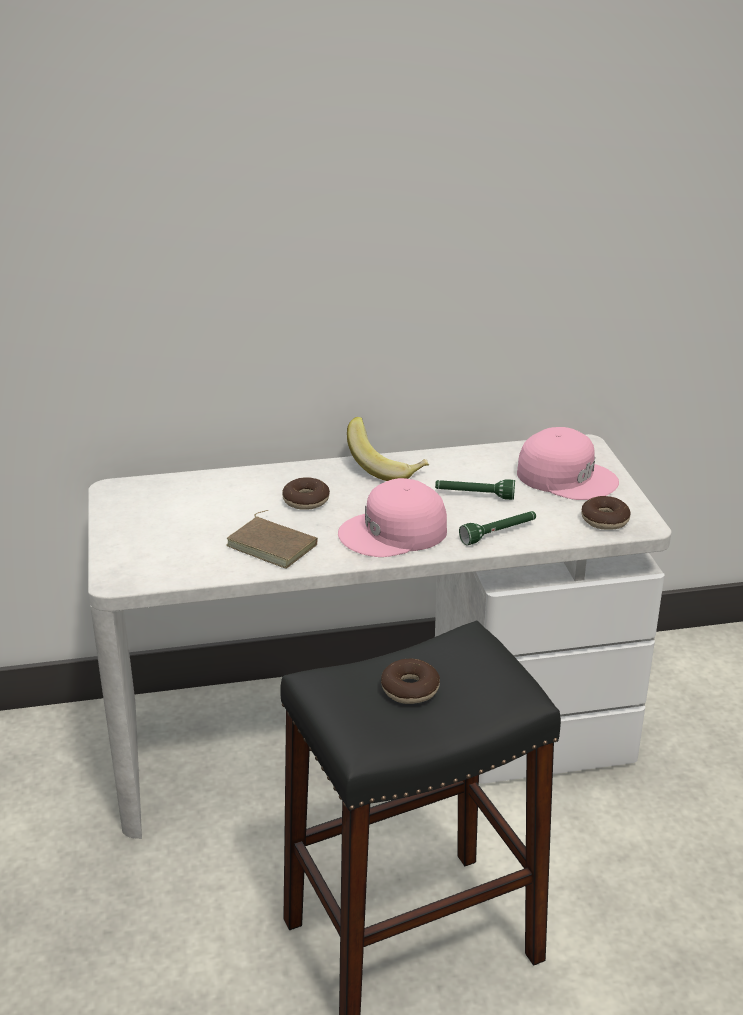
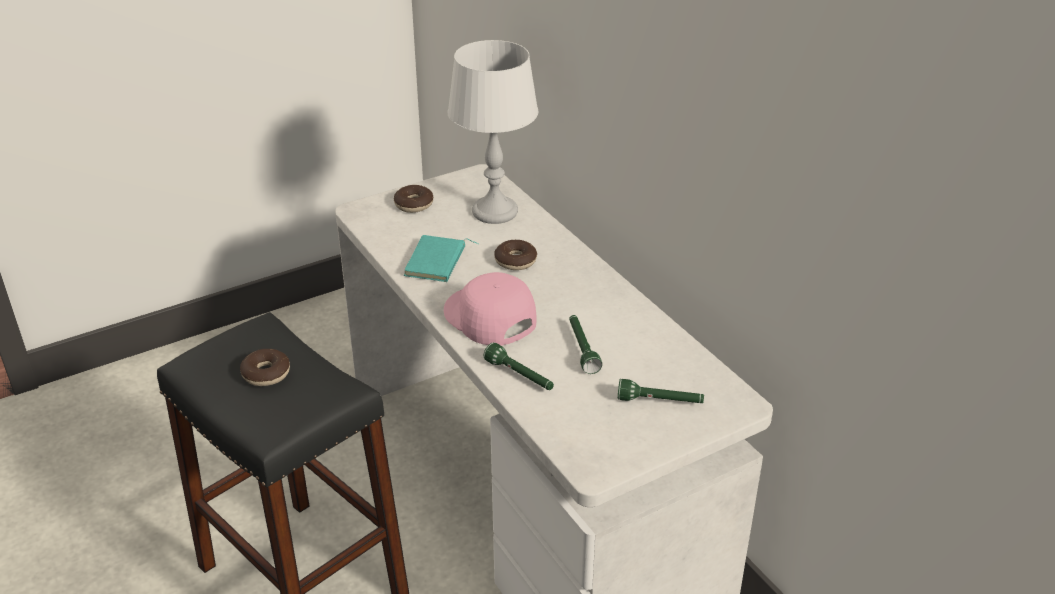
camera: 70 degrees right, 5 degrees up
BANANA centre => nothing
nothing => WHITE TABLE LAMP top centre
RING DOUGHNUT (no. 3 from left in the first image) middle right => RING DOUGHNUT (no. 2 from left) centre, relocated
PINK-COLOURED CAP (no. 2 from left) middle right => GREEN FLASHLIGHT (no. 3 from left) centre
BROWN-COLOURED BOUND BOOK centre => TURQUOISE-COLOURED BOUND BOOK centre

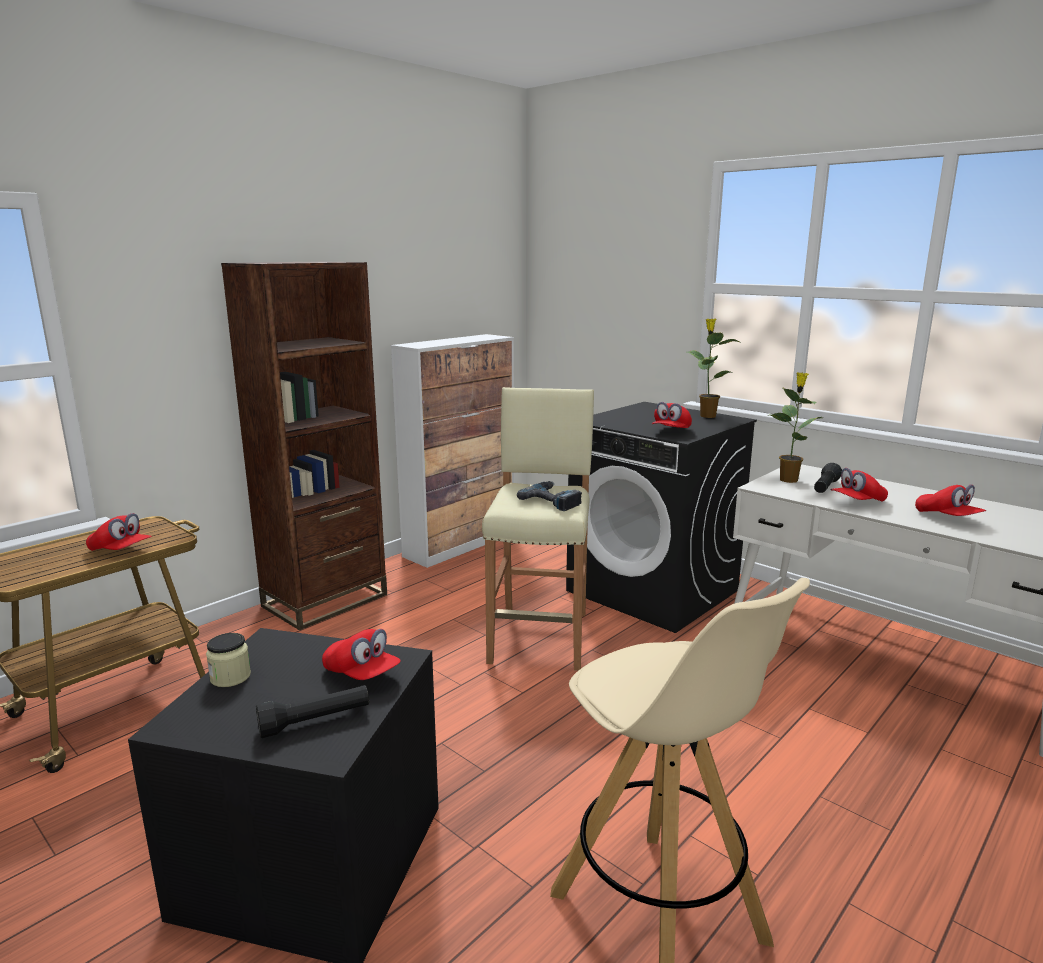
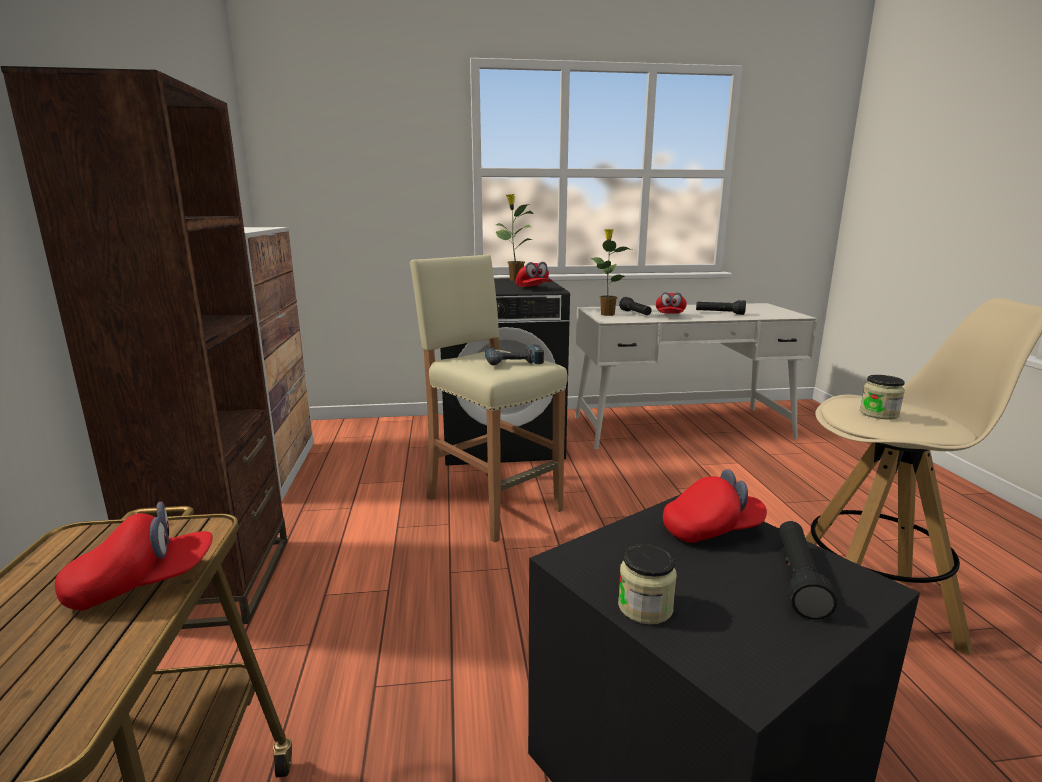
camera: 50 degrees left, 0 degrees up
nothing => STORAGE JAR (no. 2 from left) middle right
REDDISH CAP (no. 5 from left) middle right => BLACK FLASHLIGHT (no. 2 from left) middle right

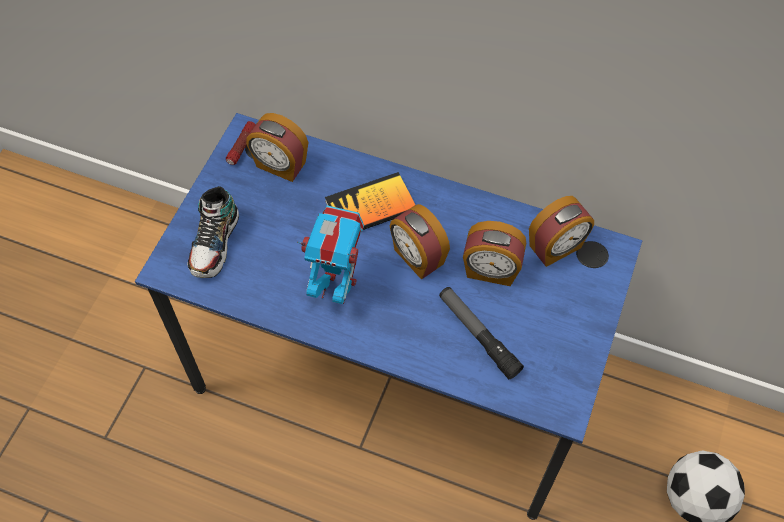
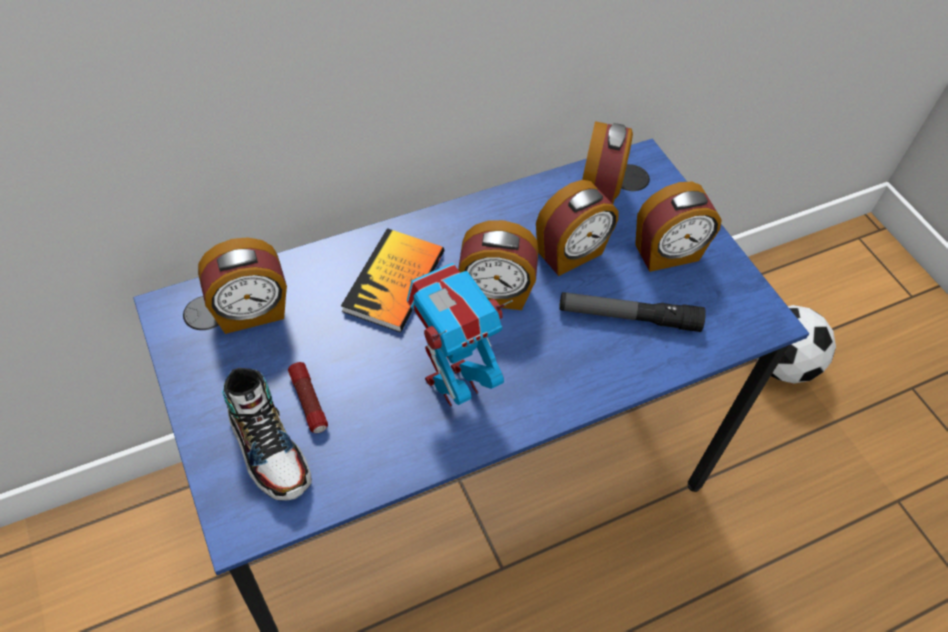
camera: 50 degrees left, 5 degrees down
nothing => ALARM CLOCK (no. 5 from left) middle right
FLASHLIGHT (no. 1 from left) top left => FLASHLIGHT (no. 1 from left) middle left, relocated

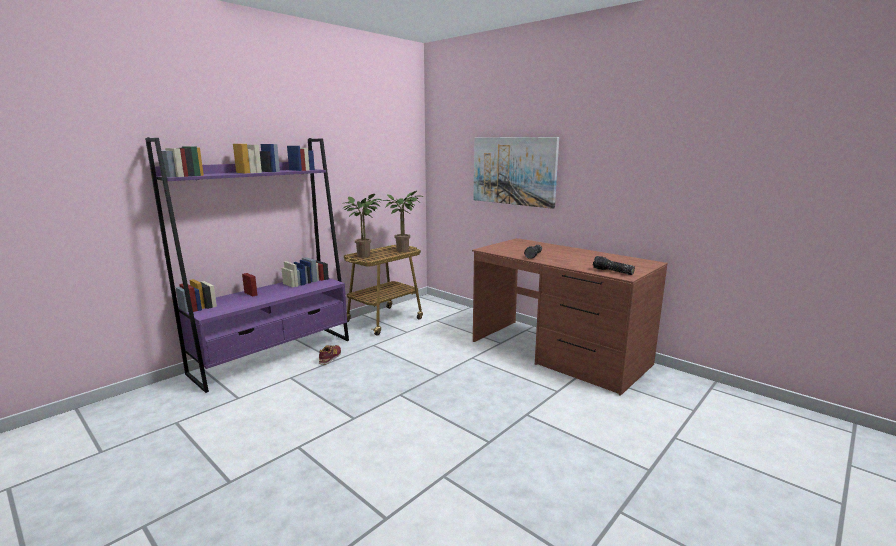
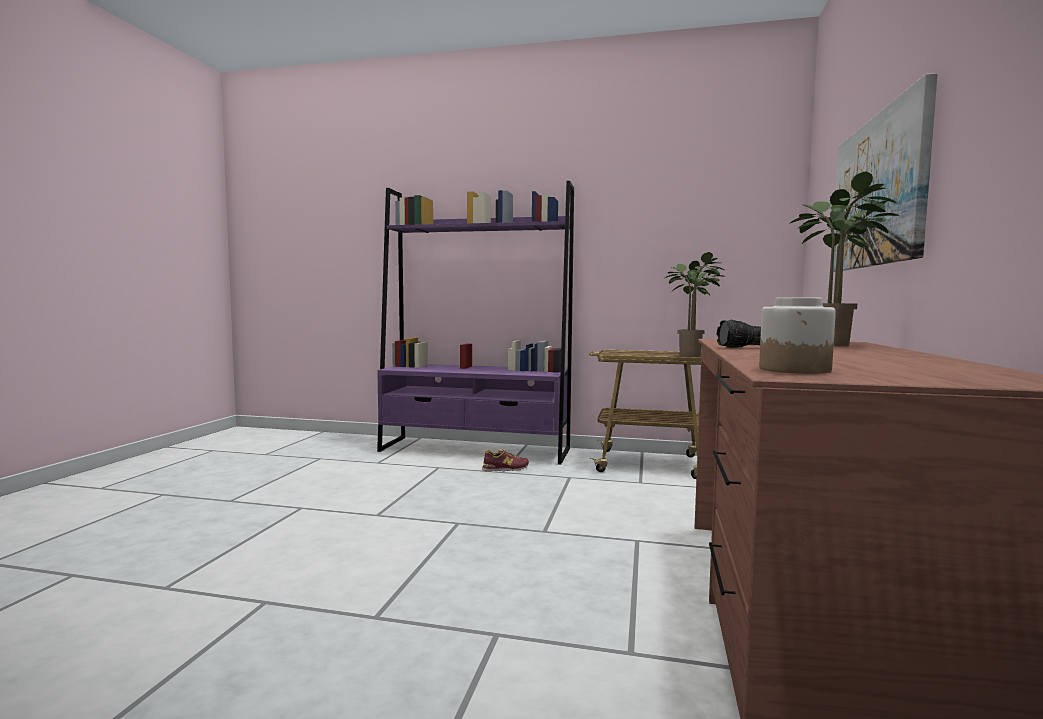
camera: 60 degrees right, 10 degrees down
HOUSEPLANT (no. 1 from left in the first image) centre => HOUSEPLANT (no. 2 from left) middle right, relocated
FLASHLIGHT (no. 2 from left) middle right => STORAGE JAR middle right

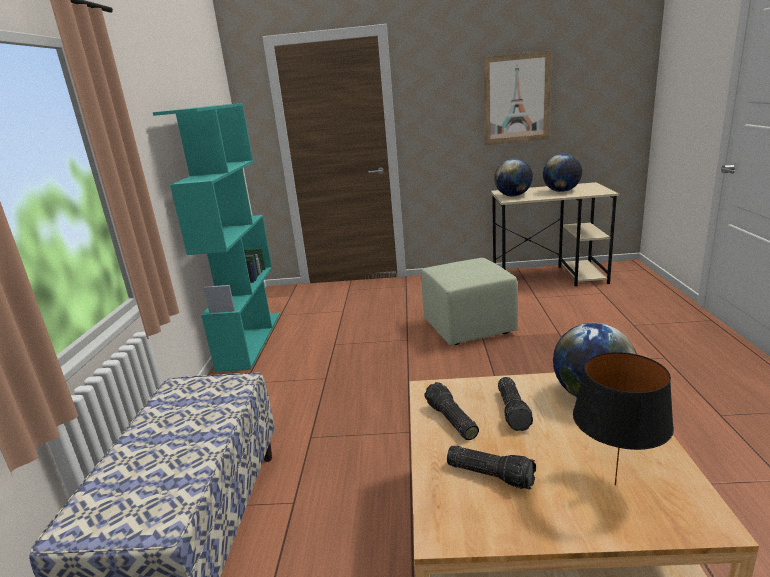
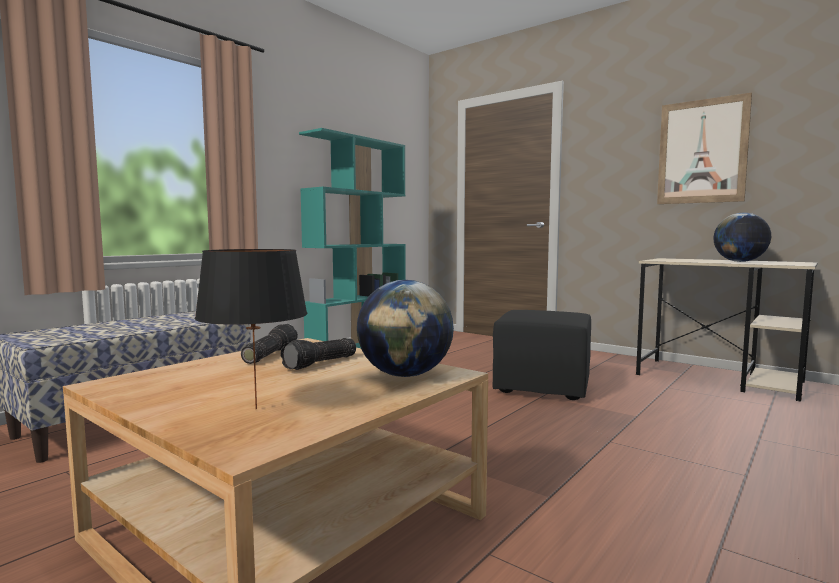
camera: 35 degrees right, 15 degrees down
FLASHLIGHT (no. 2 from left) bottom centre => nothing
GLOBE (no. 1 from left) top centre => nothing
GREEN POUFFE centre => BLACK POUFFE centre

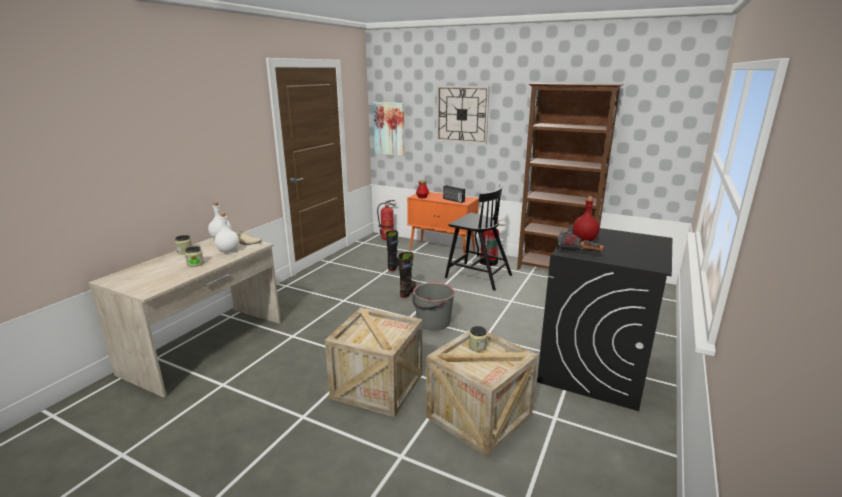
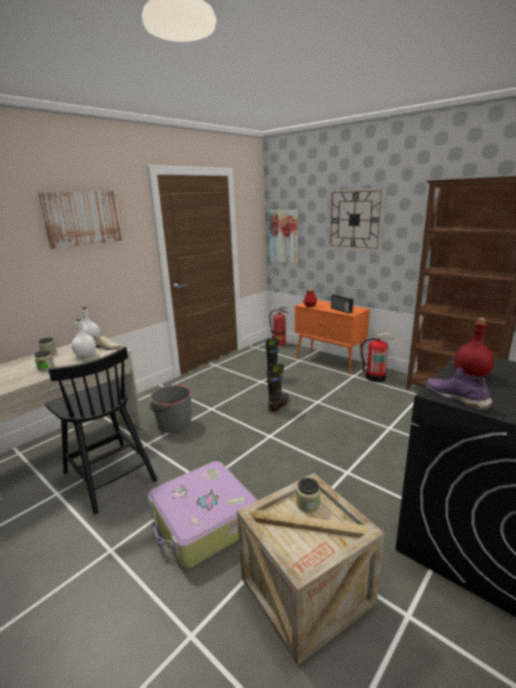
camera: 15 degrees right, 0 degrees up
nothing => PICTURE (no. 1 from left) top left
GREYISH WATER BUCKET centre => GREYISH WATER BUCKET middle left, relocated
BLACK PLAIN CHAIR centre => BLACK PLAIN CHAIR middle left, relocated
PACKING CRATE (no. 1 from left) bottom centre => PIECE OF LUGGAGE bottom centre
FLASHLIGHT middle right => PURPLISH ITEM OF FOOTWEAR middle right

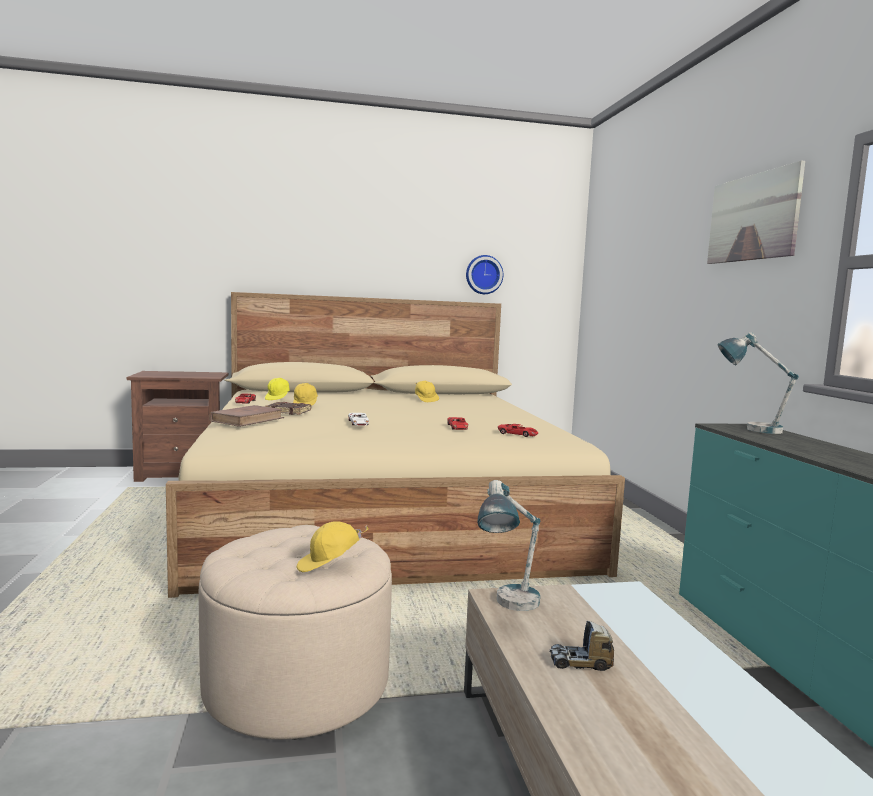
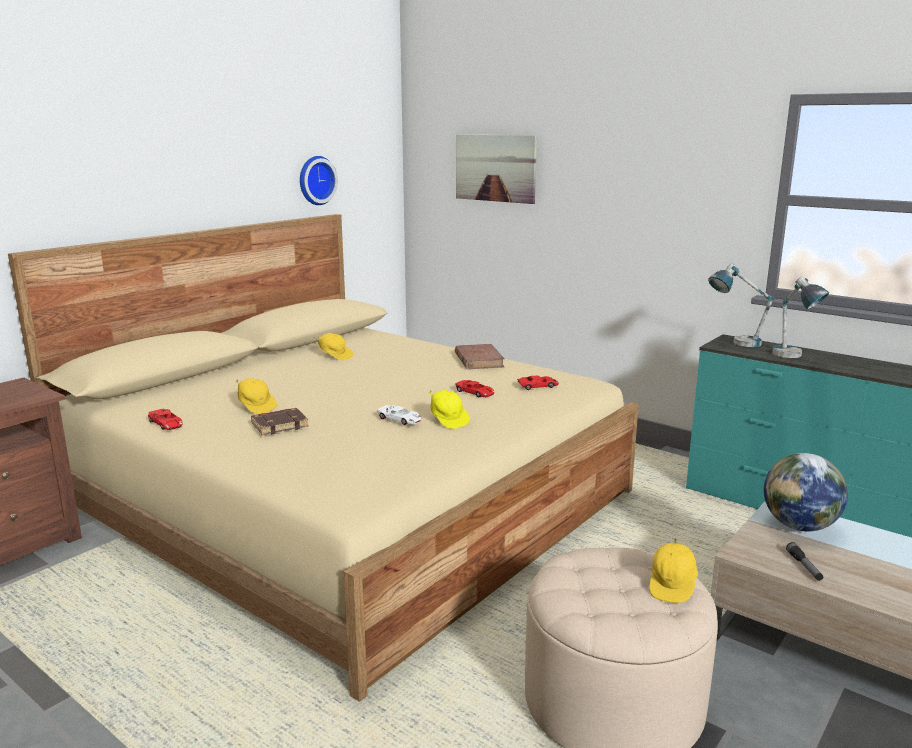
camera: 40 degrees left, 10 degrees up
TOY TRUCK bottom right => nothing
nothing => GLOBE middle right
nothing => FLASHLIGHT bottom right
BROWN-COLOURED BOUND BOOK (no. 1 from left in the first image) middle left => BROWN-COLOURED BOUND BOOK (no. 2 from left) centre, relocated
YELLOWISH CAP (no. 1 from left in the first image) middle left => YELLOWISH CAP (no. 3 from left) centre, relocated
TABLE LAMP (no. 1 from left in the first image) bottom centre => TABLE LAMP (no. 2 from left) middle right, relocated
PICTURE top right => PICTURE top centre, relocated

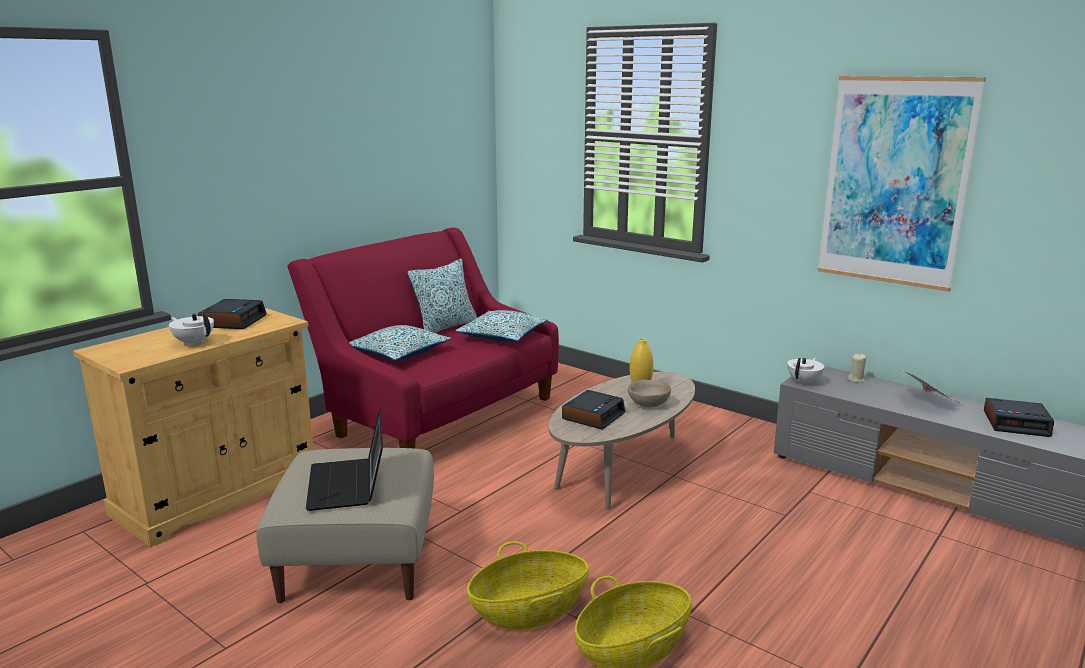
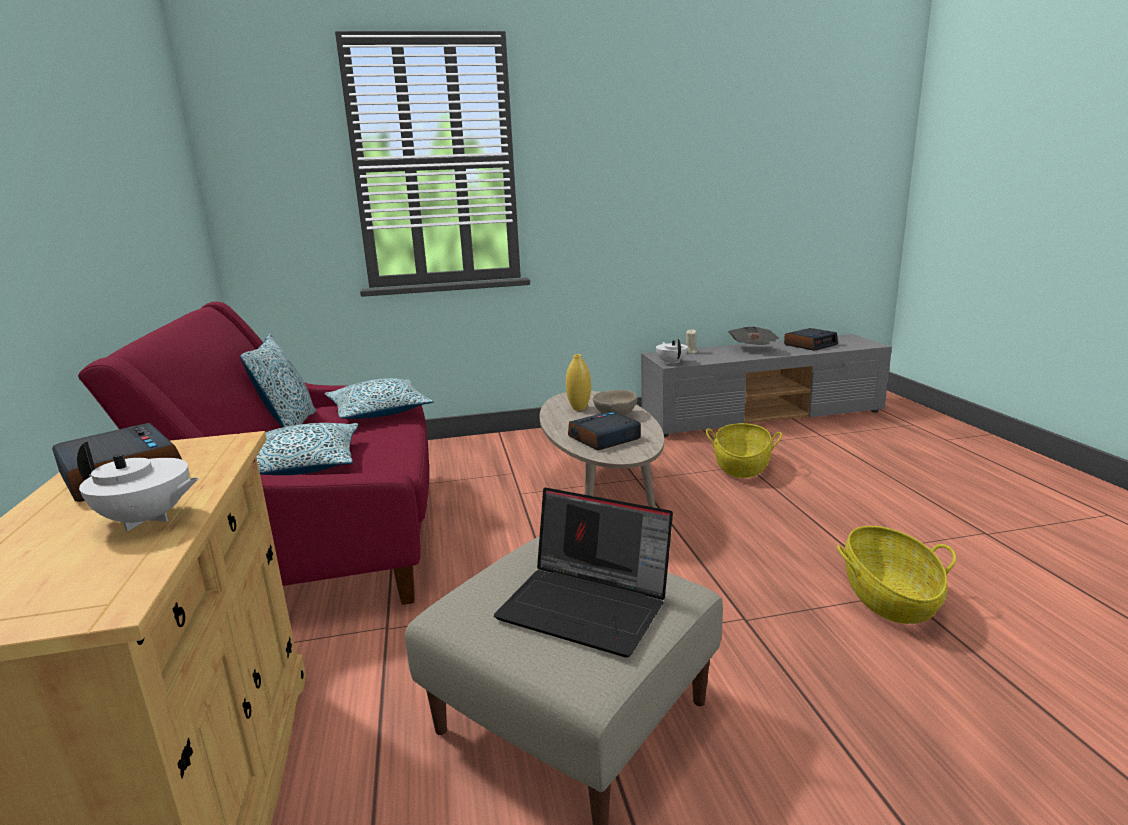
camera: 50 degrees left, 0 degrees up
PICTURE top right => nothing
HOUSEHOLD BASKET (no. 1 from left) bottom centre => HOUSEHOLD BASKET (no. 1 from left) centre, relocated
WHITE TEA POT (no. 1 from left) middle left, 150 degrees counterclockwise
ALARM CLOCK (no. 2 from left) centre, 105 degrees counterclockwise

